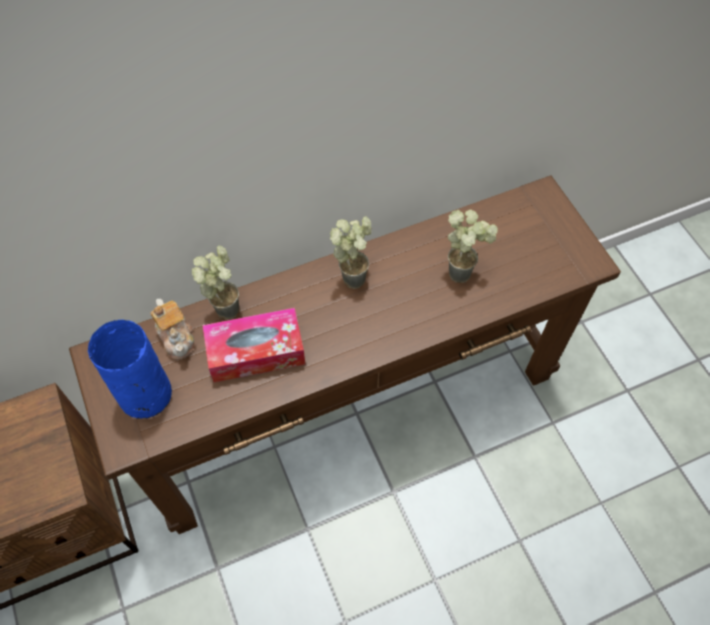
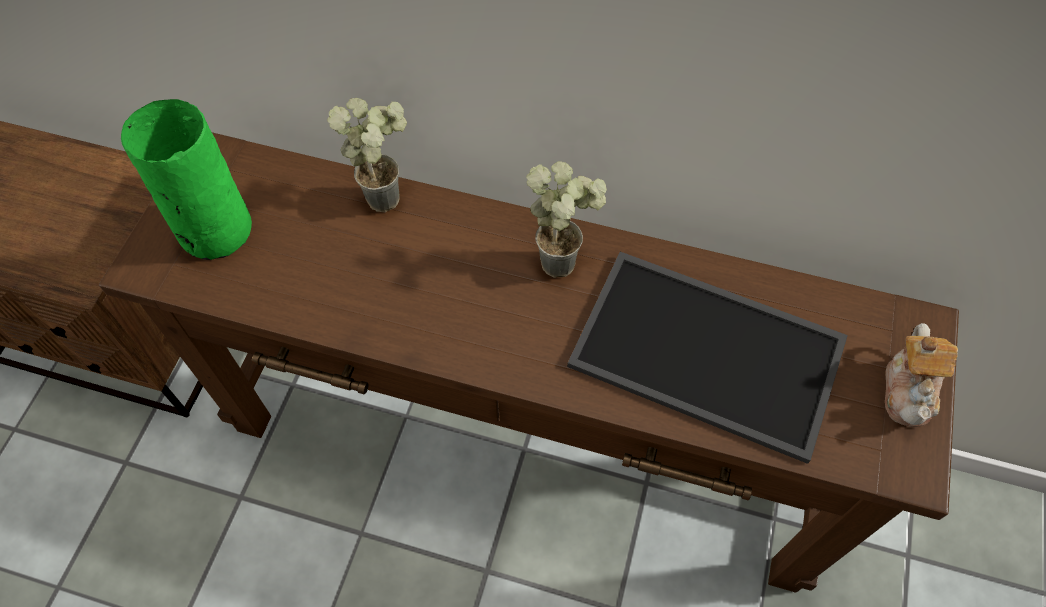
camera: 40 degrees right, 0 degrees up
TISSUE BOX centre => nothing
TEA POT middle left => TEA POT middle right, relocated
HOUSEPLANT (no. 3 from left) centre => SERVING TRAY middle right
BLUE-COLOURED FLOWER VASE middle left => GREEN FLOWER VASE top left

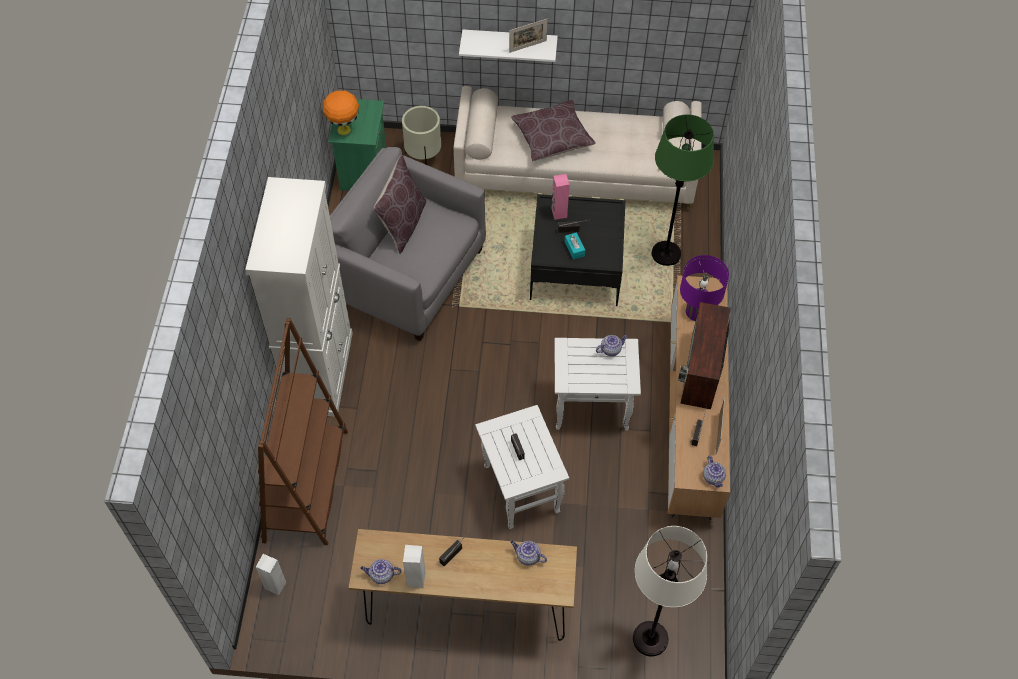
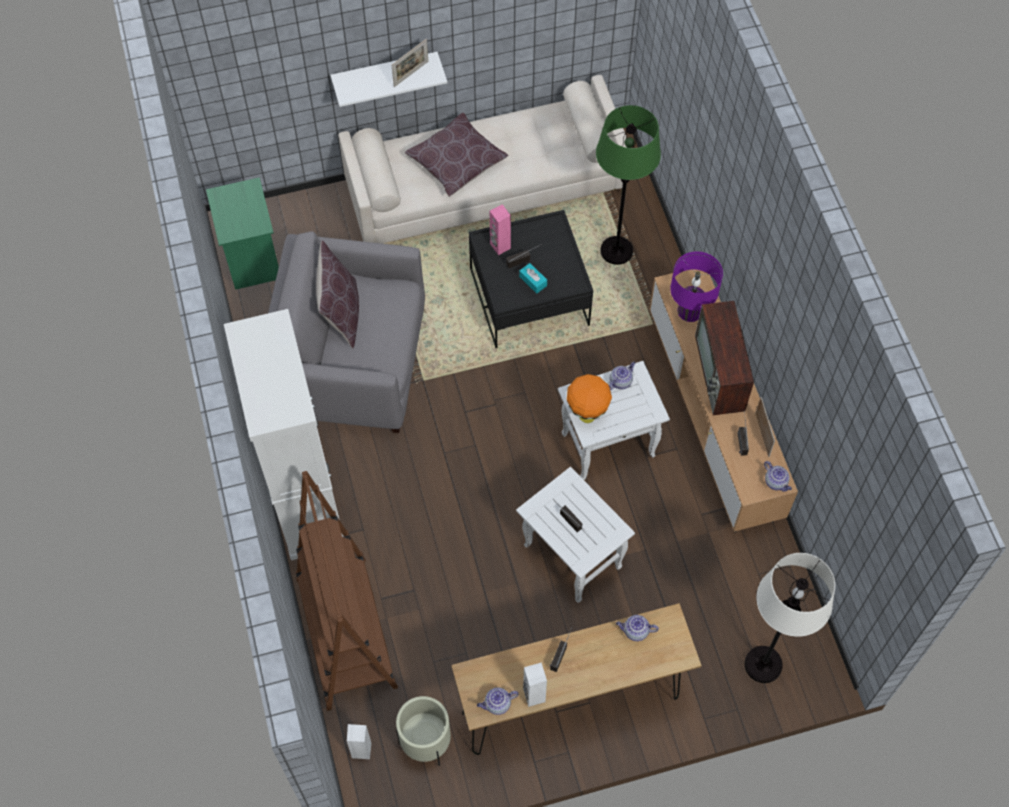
camera: 20 degrees left, 5 degrees up
ORANGE TABLE LAMP top centre => ORANGE TABLE LAMP centre, relocated
BEIGE FLOWER POT top centre => BEIGE FLOWER POT bottom centre, relocated

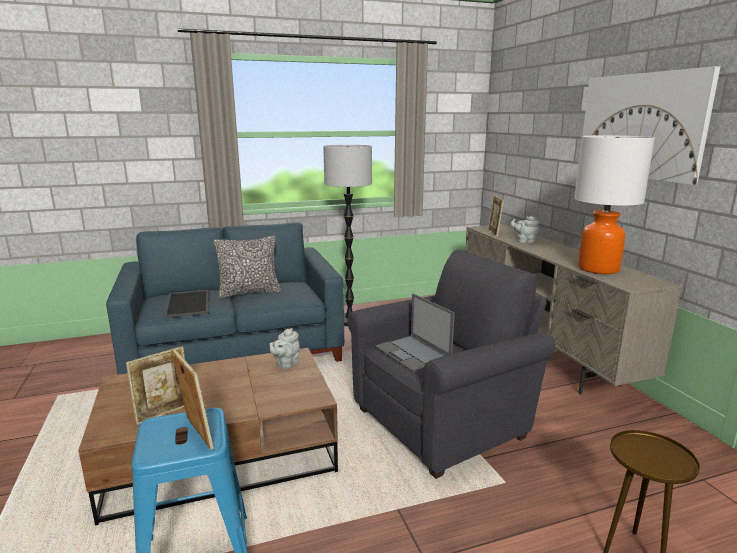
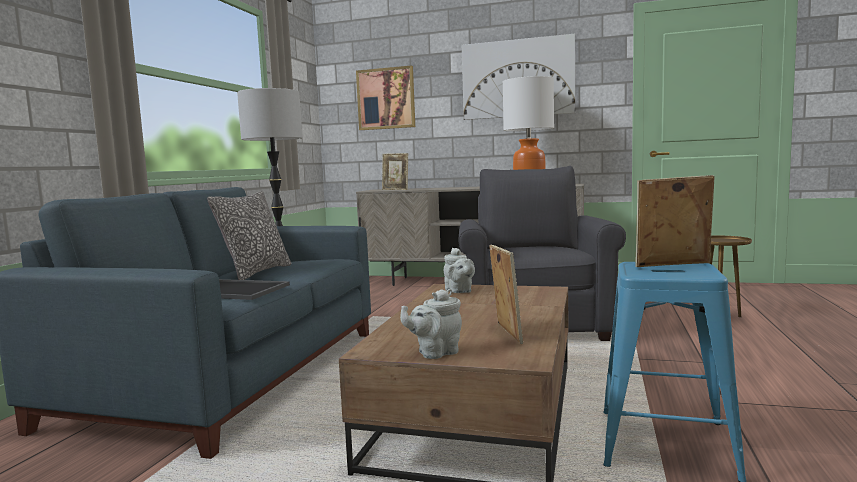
camera: 55 degrees left, 10 degrees down
NOTEBOOK COMPUTER centre => nothing
nothing => PICTURE (no. 1 from left) top centre
GREYISH TEA POT (no. 2 from left in the first image) middle right => GREYISH TEA POT (no. 1 from left) bottom centre, relocated

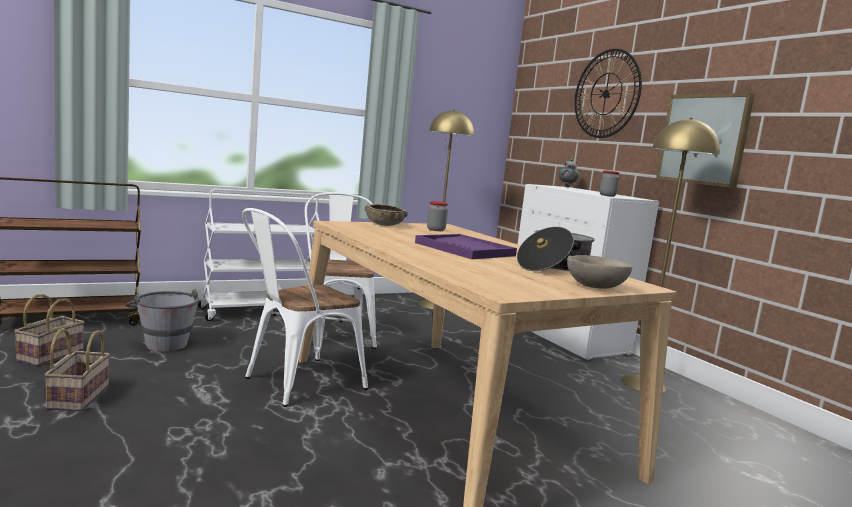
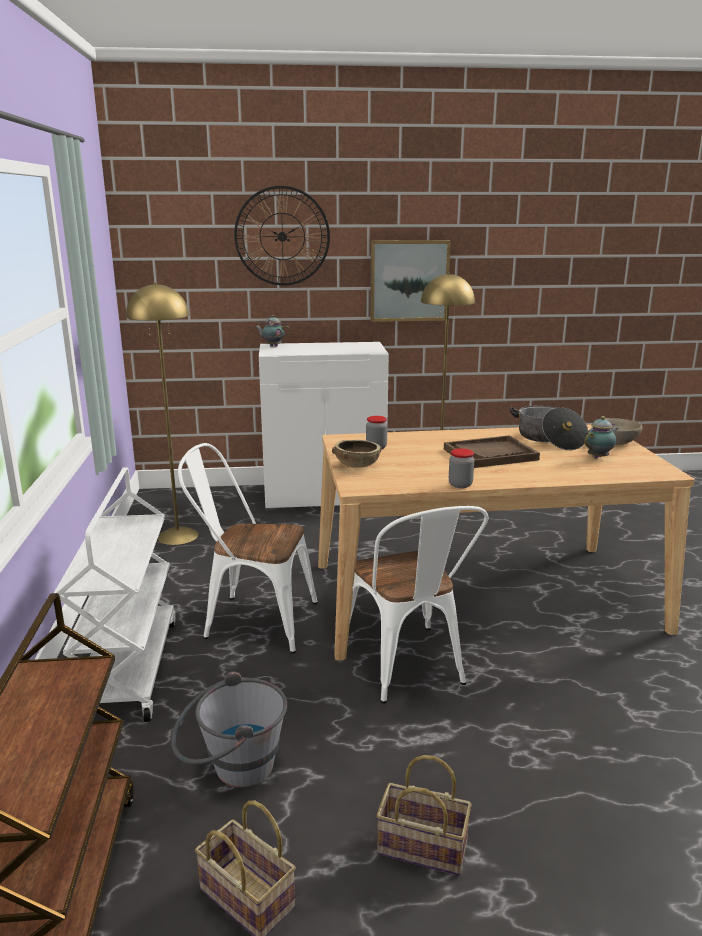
camera: 65 degrees left, 10 degrees up
nothing => TEA POT (no. 2 from left) middle right
STORAGE JAR (no. 2 from left) middle right => STORAGE JAR (no. 2 from left) centre, relocated
PURPLISH SERVING TRAY centre => BROWN-COLOURED SERVING TRAY middle right

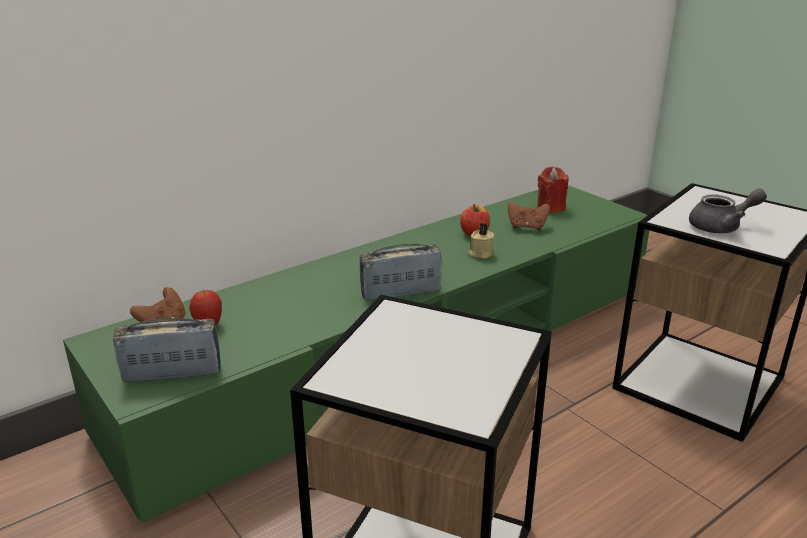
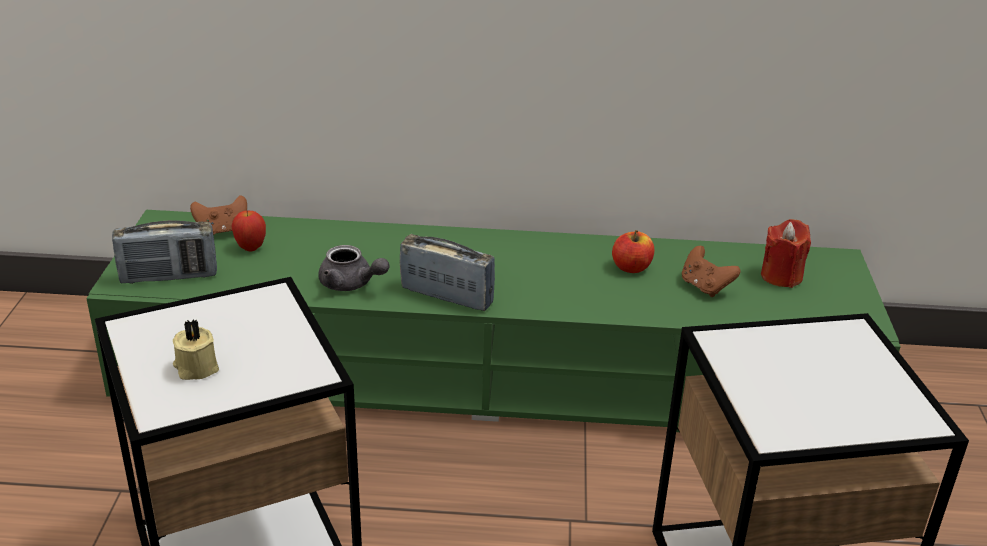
camera: 40 degrees right, 5 degrees up
BEIGE CANDLE centre => BEIGE CANDLE middle left, relocated
GREYISH TEA POT middle right => GREYISH TEA POT centre, relocated
RADIO SET (no. 1 from left) middle left, 135 degrees clockwise

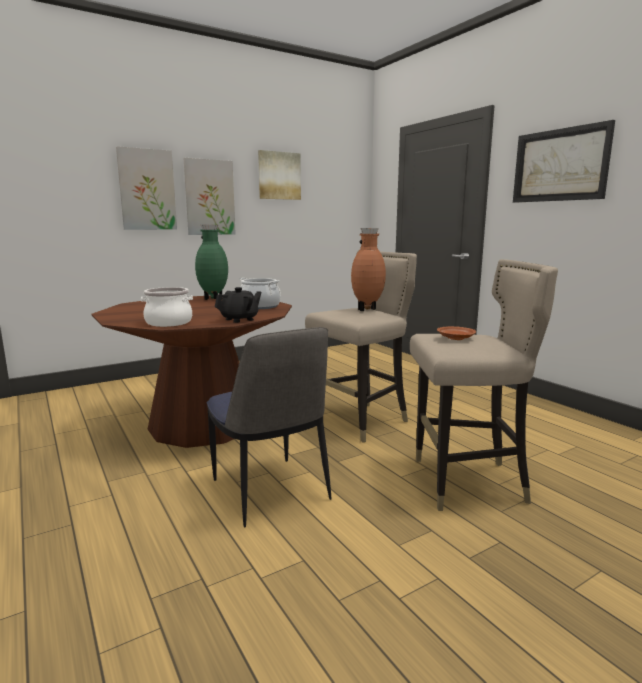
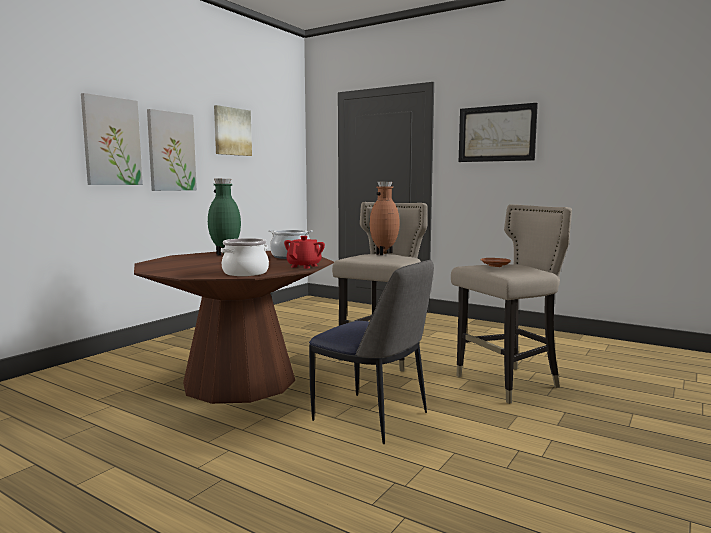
camera: 25 degrees left, 5 degrees down
BLACK TEA POT centre => REDDISH TEA POT centre

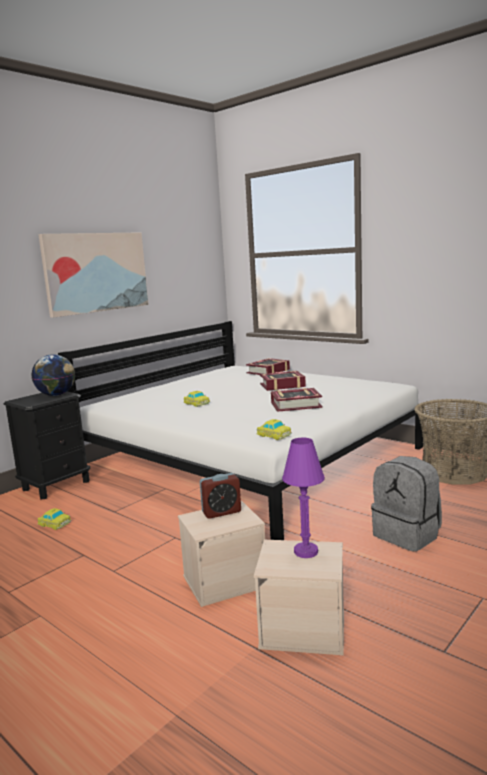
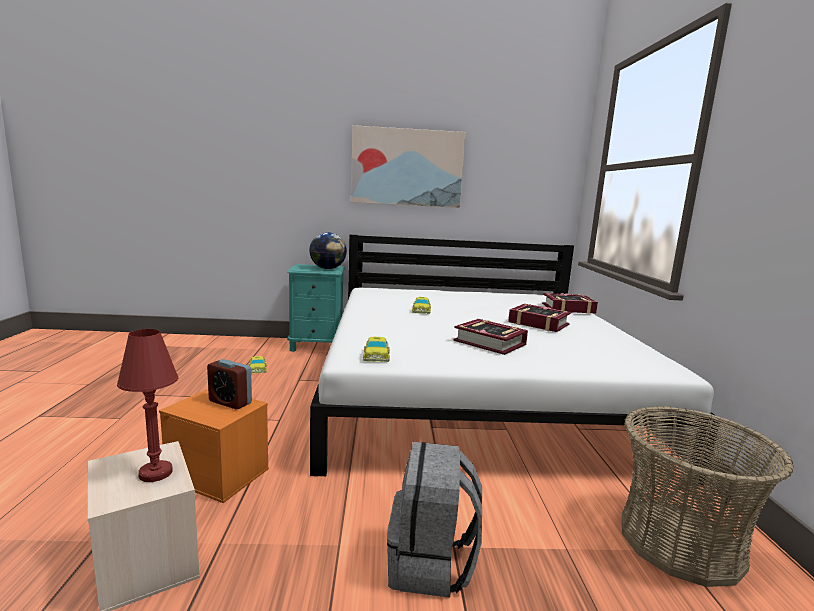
camera: 45 degrees right, 0 degrees up
BLACK BEDSIDE TABLE middle left => TURQUOISE-COLOURED BEDSIDE TABLE centre
BEIGE STORAGE BIN (no. 1 from left) bottom centre => ORANGE STORAGE BIN bottom left
PURPLISH TABLE LAMP centre => REDDISH TABLE LAMP middle left

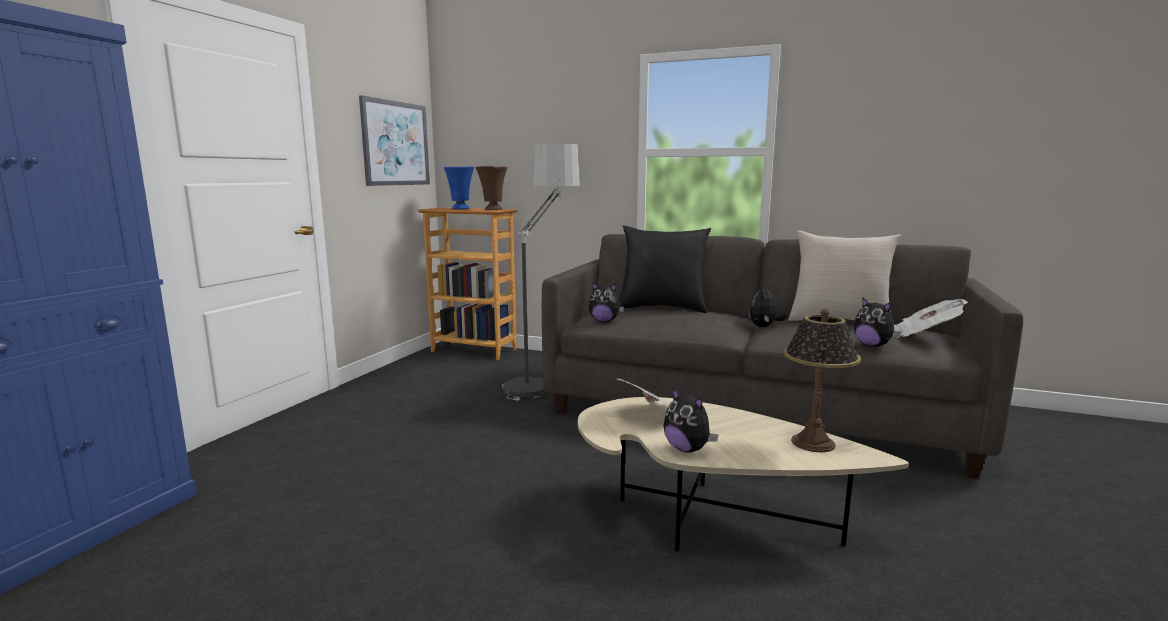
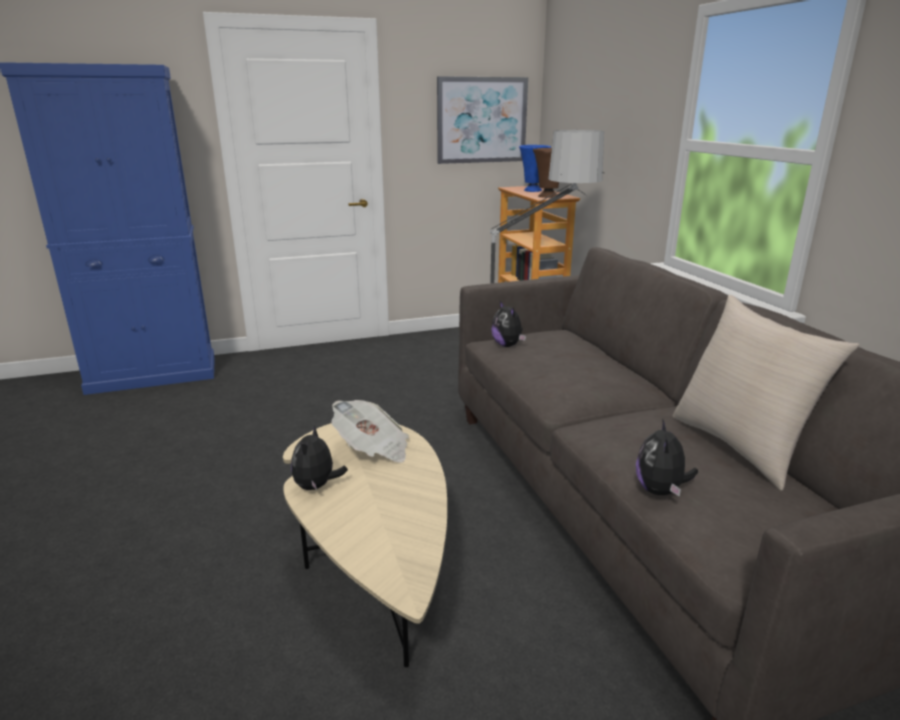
camera: 50 degrees right, 10 degrees up
BLACK PILLOW centre => nothing
SOFT TOY (no. 3 from left) centre => nothing
TABLE LAMP middle right => nothing
DAILY PAPER (no. 2 from left) middle right => nothing

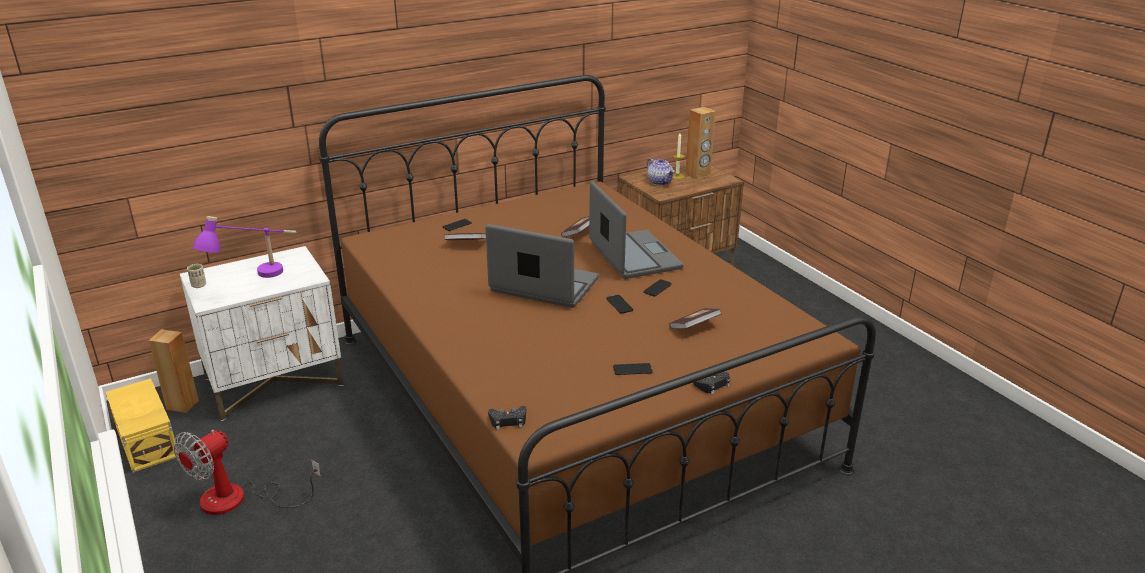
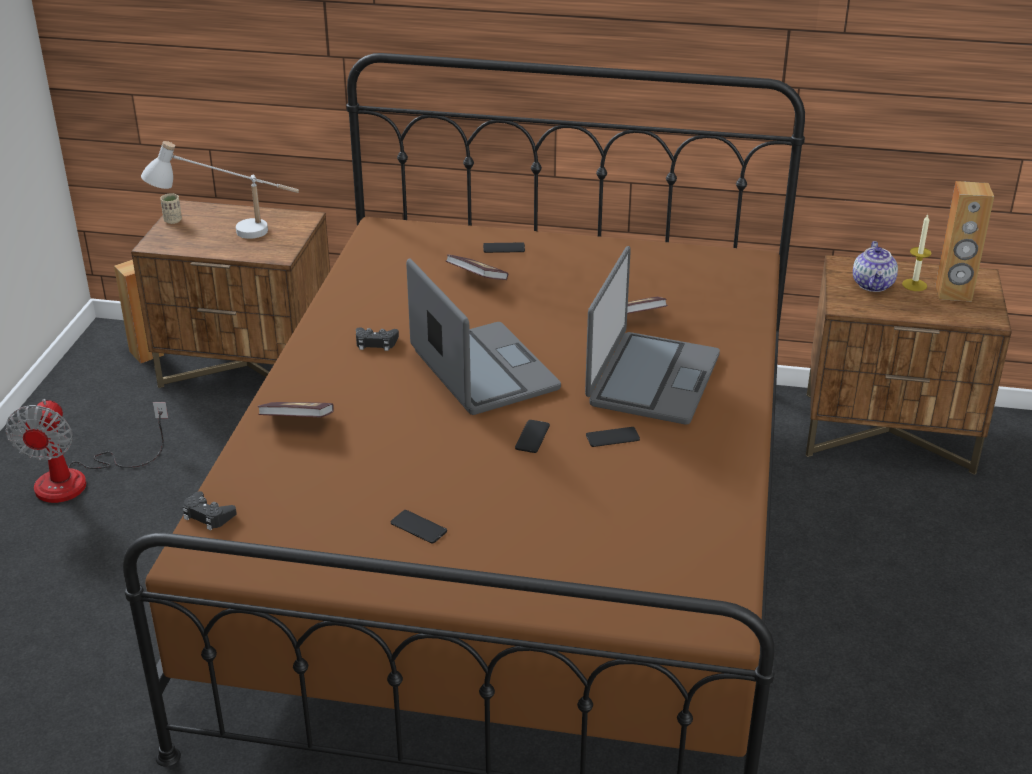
camera: 40 degrees right, 5 degrees up
YELLOWISH STORAGE BIN bottom left => nothing
BOUND BOOK (no. 3 from left in the first image) centre => BOUND BOOK (no. 1 from left) middle left, relocated
BLACK JOYPAD (no. 2 from left) bottom centre => BLACK JOYPAD (no. 2 from left) centre, relocated
WHITE BEDSIDE TABLE middle left => BROWN-COLOURED BEDSIDE TABLE (no. 1 from left) middle left
PURPLISH TABLE LAMP middle left => WHITE TABLE LAMP top left
ELECTRIC FAN bottom left => ELECTRIC FAN middle left, 75 degrees counterclockwise

